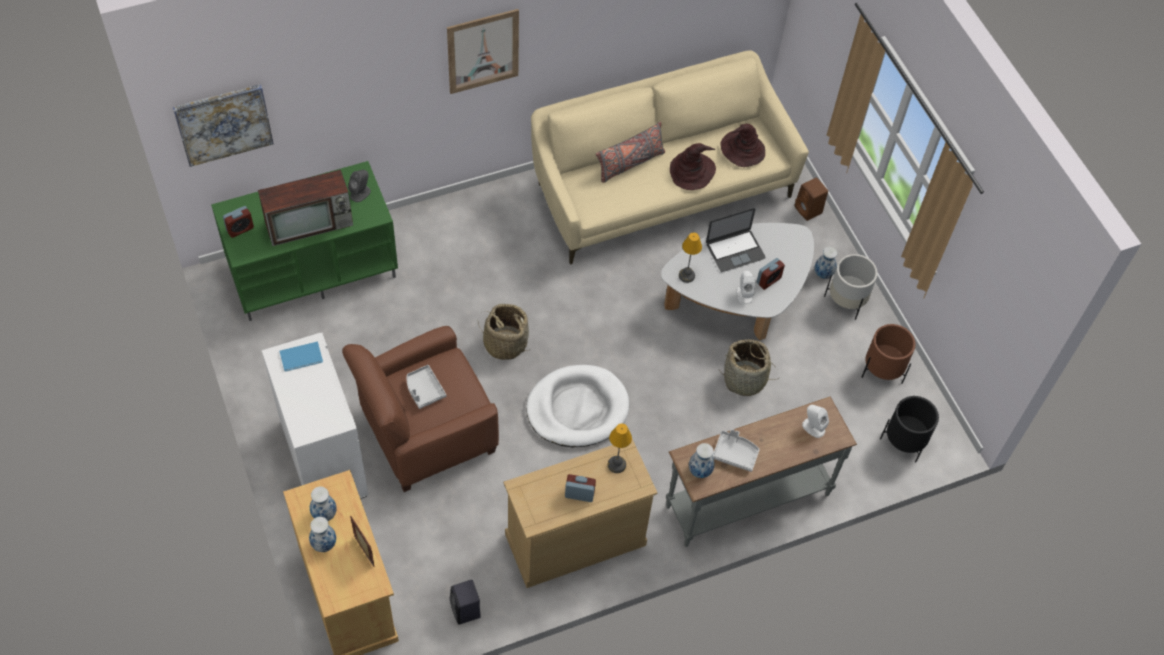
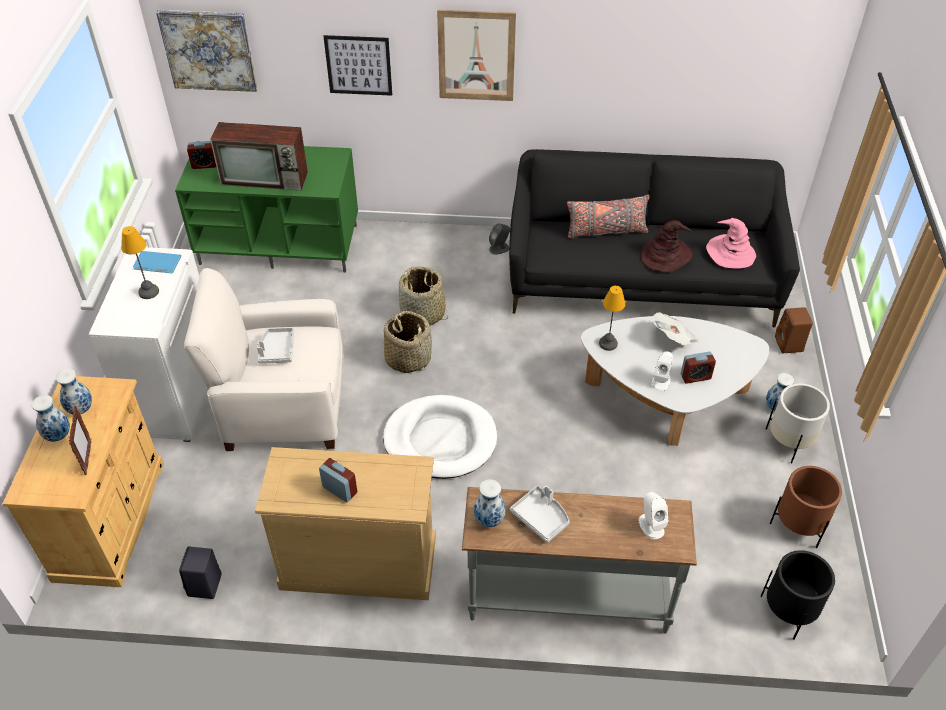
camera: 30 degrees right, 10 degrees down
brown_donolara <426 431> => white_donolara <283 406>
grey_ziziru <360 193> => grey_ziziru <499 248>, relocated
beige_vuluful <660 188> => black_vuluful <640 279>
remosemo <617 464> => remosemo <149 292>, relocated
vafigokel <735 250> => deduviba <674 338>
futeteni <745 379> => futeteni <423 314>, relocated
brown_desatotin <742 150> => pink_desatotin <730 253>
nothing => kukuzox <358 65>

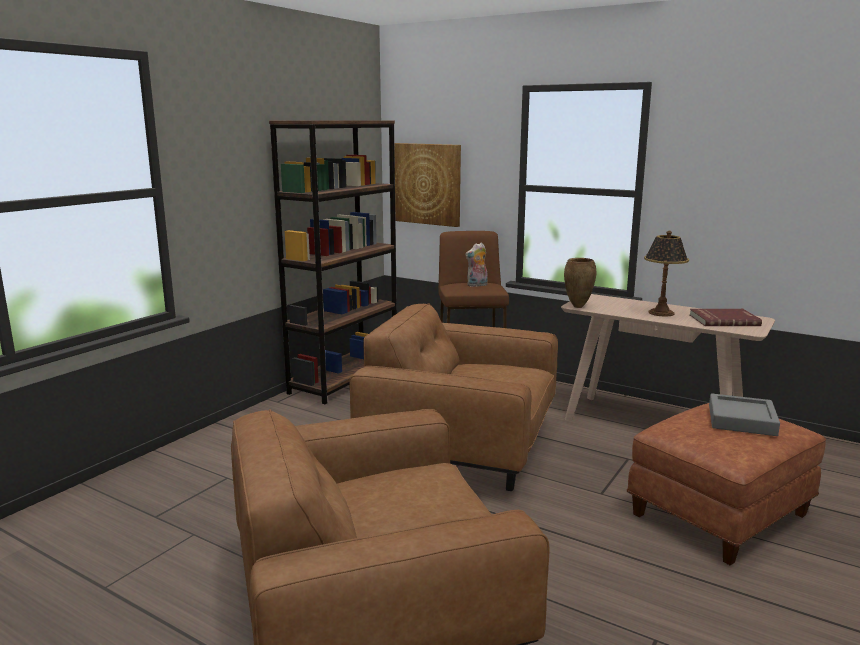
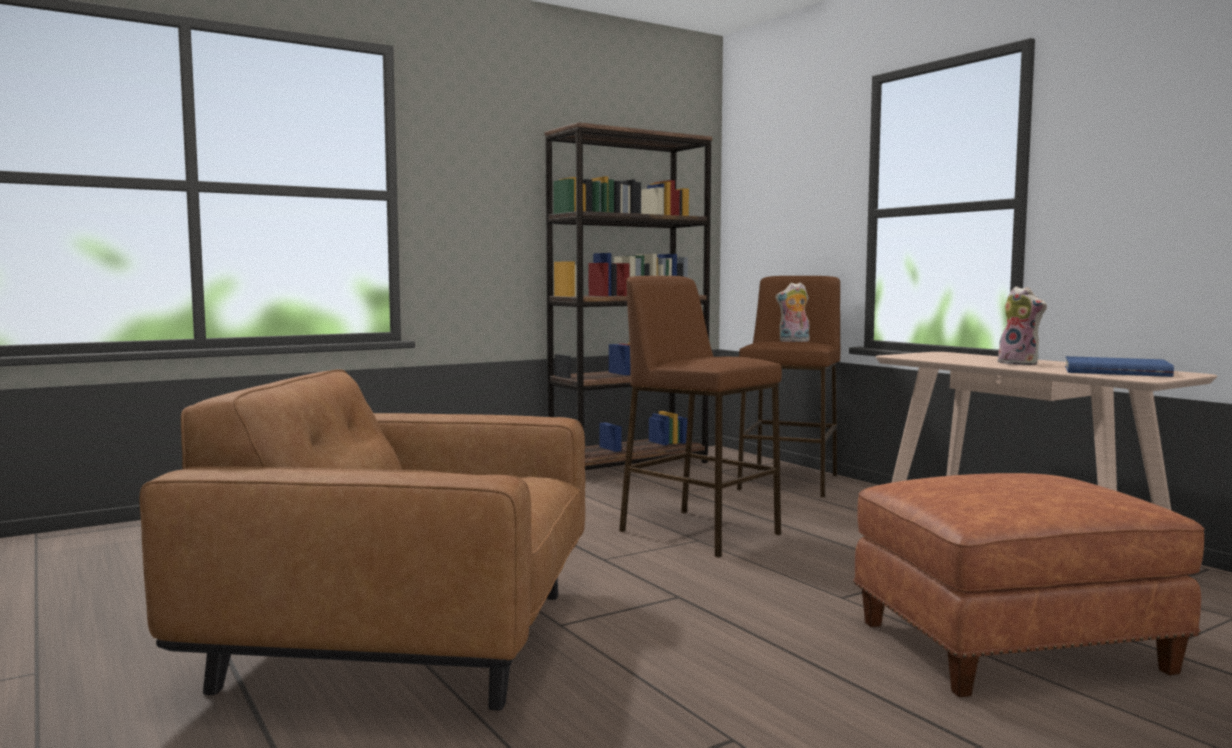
camera: 25 degrees right, 10 degrees down
brown_donolara <461 447> => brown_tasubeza <698 532>
kukuzox <426 184> => nothing
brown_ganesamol <577 307> => nothing
remosemo <661 313> => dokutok <1020 363>
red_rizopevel <723 320> => blue_rizopevel <1116 371>
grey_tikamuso <741 420> => nothing

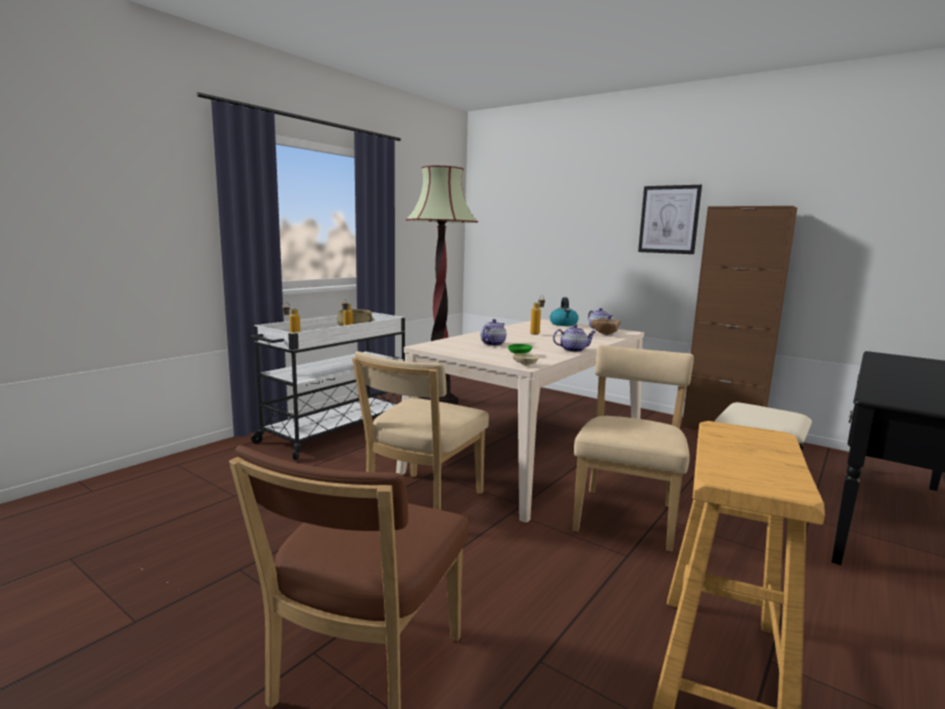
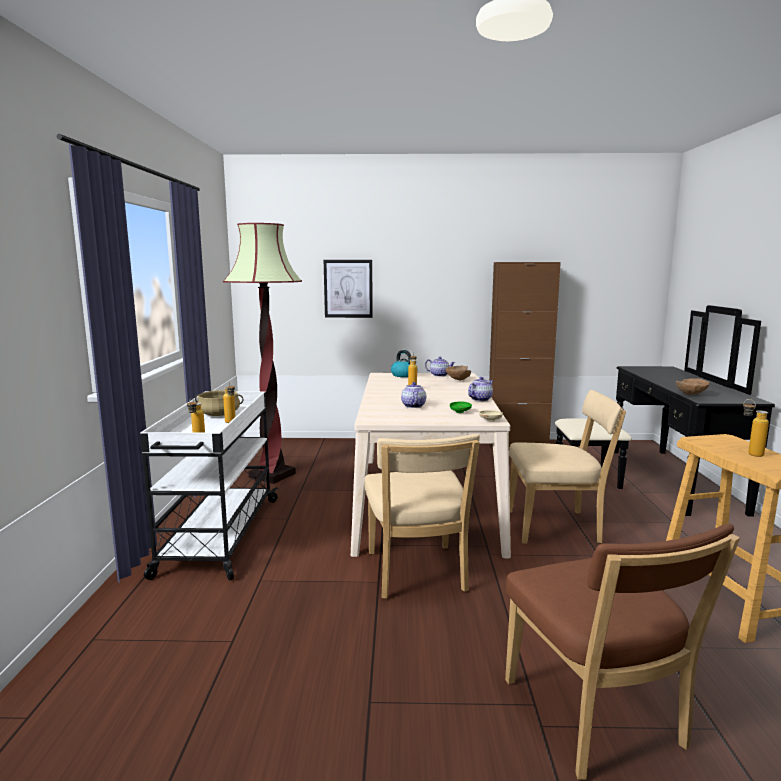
camera: 35 degrees left, 0 degrees up
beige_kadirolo <626 515> => beige_kadirolo <557 527>, 105 degrees clockwise
kukuzox <669 219> => kukuzox <348 288>, relocated
nothing => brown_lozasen <691 395>
nothing => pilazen <749 453>

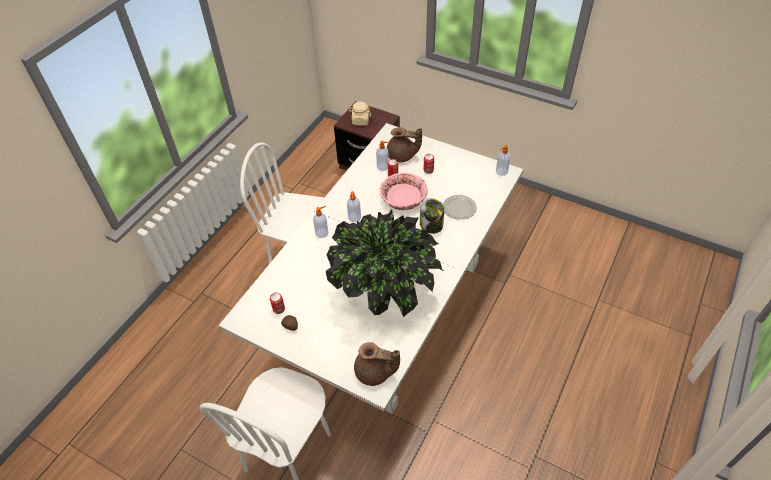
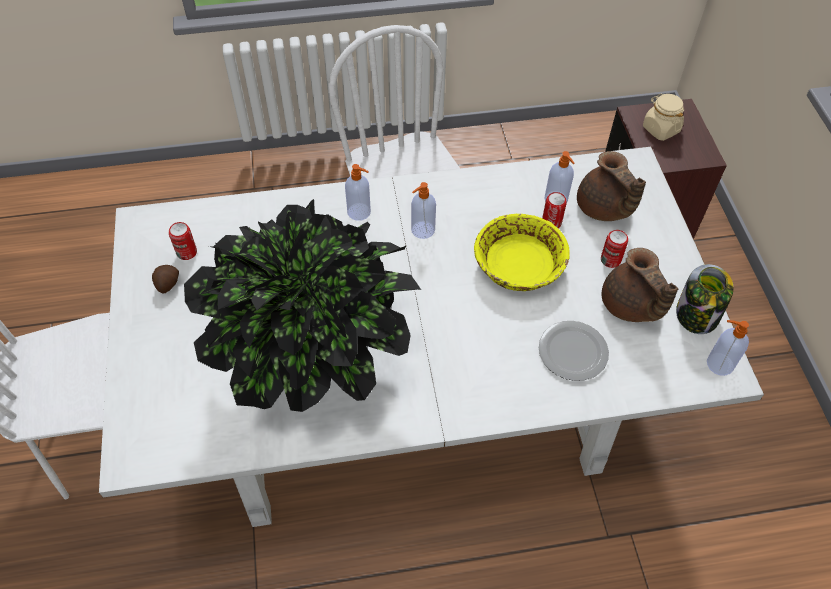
camera: 50 degrees right, 5 degrees up
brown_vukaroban <375 373> => brown_vukaroban <630 306>, relocated
pink_lozasen <403 198> => yellow_lozasen <518 265>
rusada <431 225> => rusada <697 315>, relocated

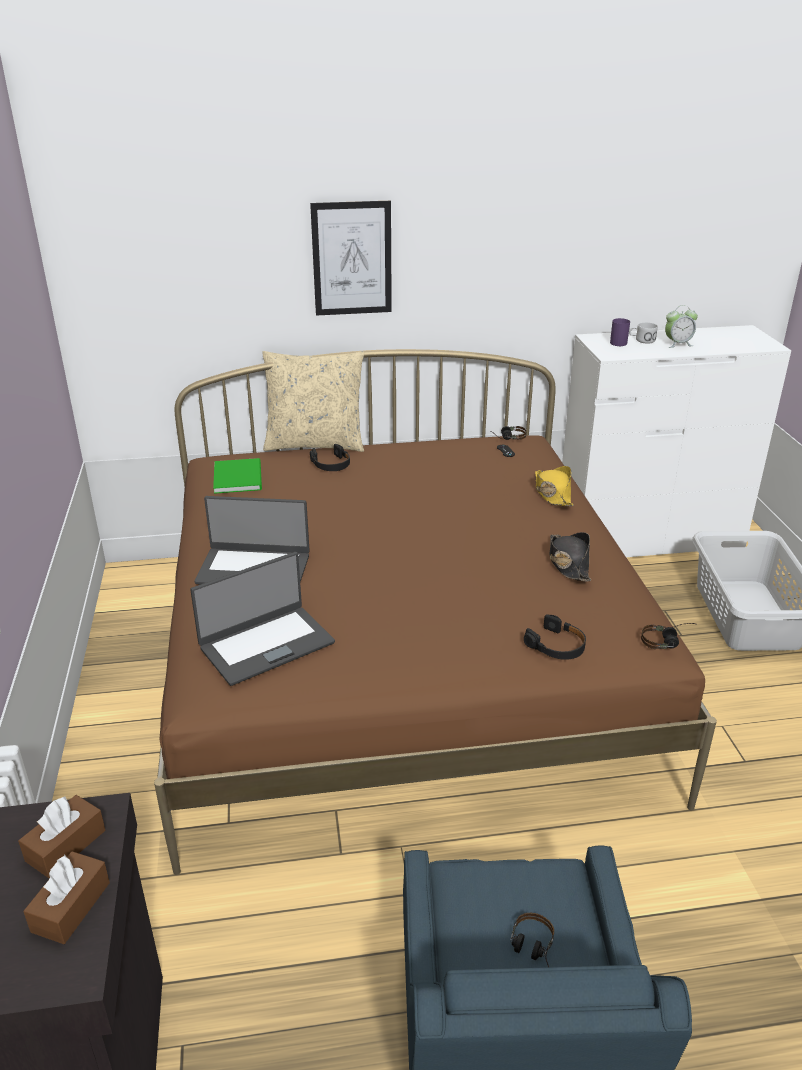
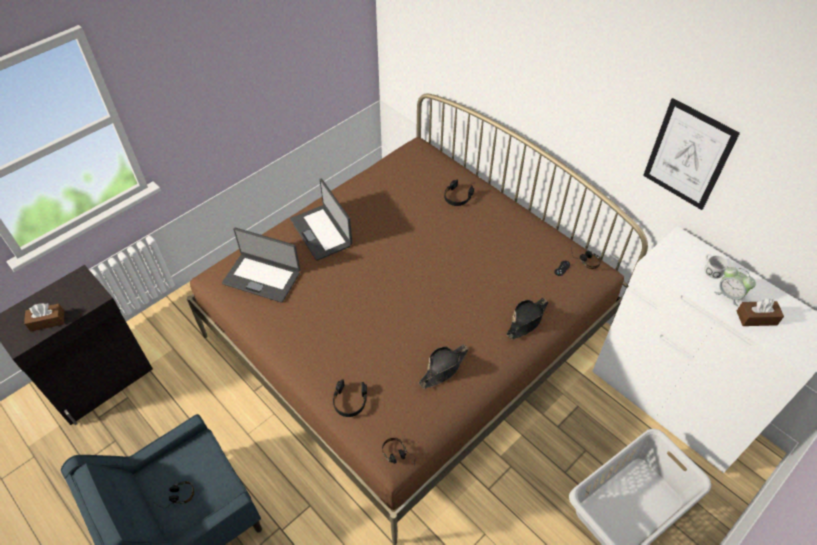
camera: 55 degrees right, 20 degrees up
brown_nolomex <66 845> => brown_nolomex <756 318>, relocated
green_rizopevel <239 477> => nothing
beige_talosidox <315 444> => nothing
kukuzox <352 259> => kukuzox <688 155>, relocated
yellow_desatotin <552 493> => black_desatotin <527 320>
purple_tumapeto <618 342> => nothing

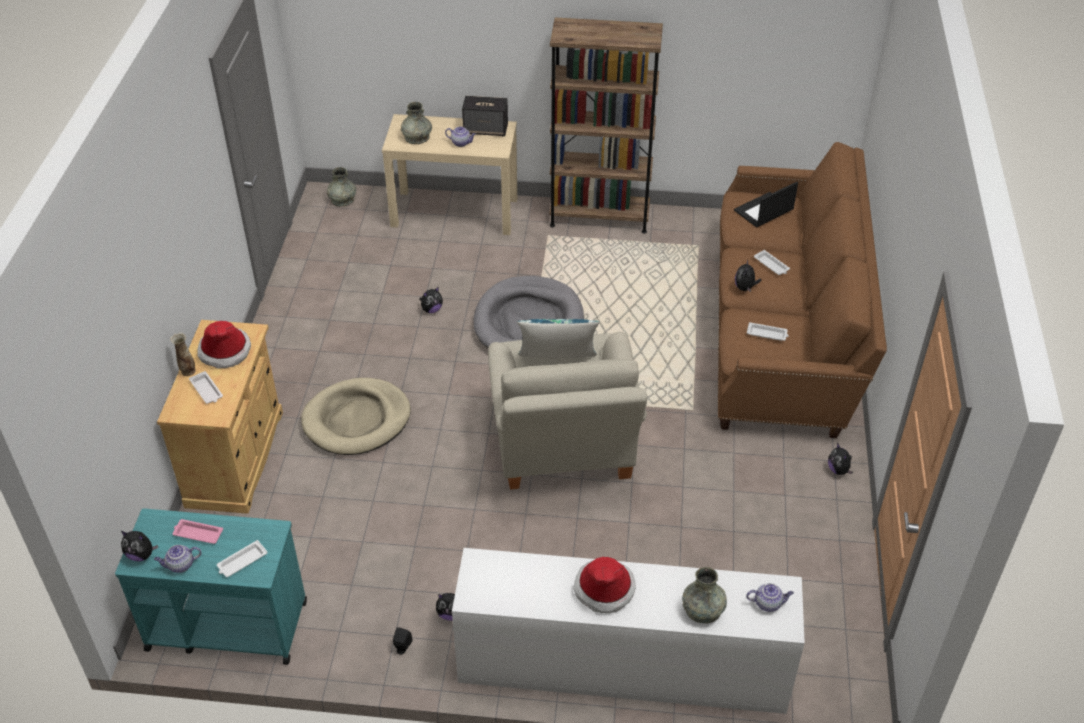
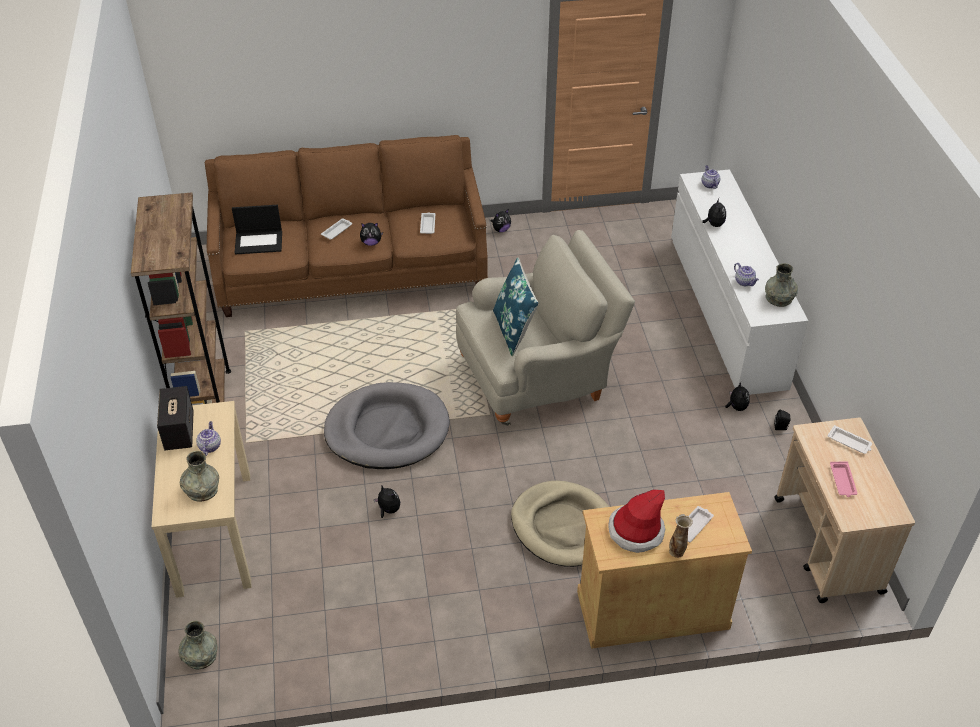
camera: 105 degrees left, 0 degrees up
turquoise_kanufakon <226 625> => beige_kanufakon <828 546>
dokutok <141 555> => dokutok <714 224>, relocated
vukaroban <180 565> => vukaroban <745 282>, relocated
desatotin <604 589> => nothing
grey_ganesamol <703 609> => grey_ganesamol <779 298>, relocated
vafigokel <763 211> => vafigokel <259 242>, 45 degrees counterclockwise

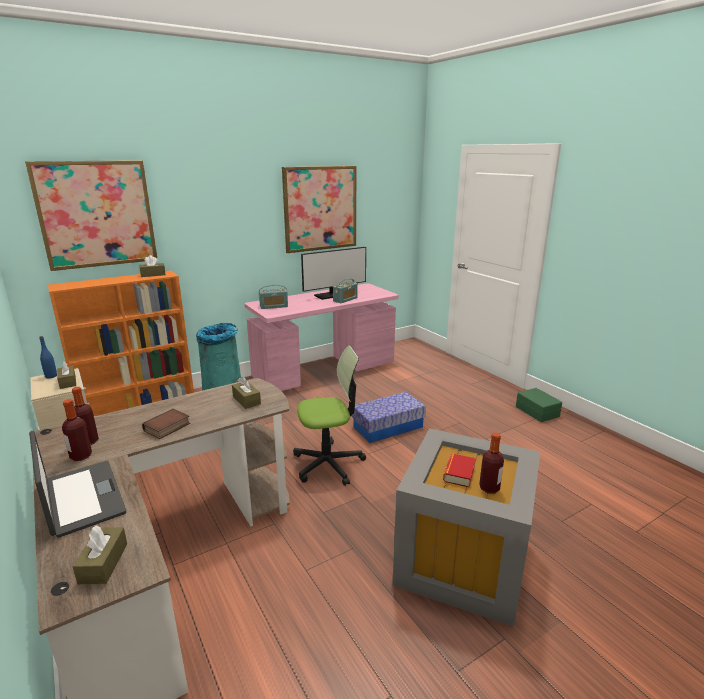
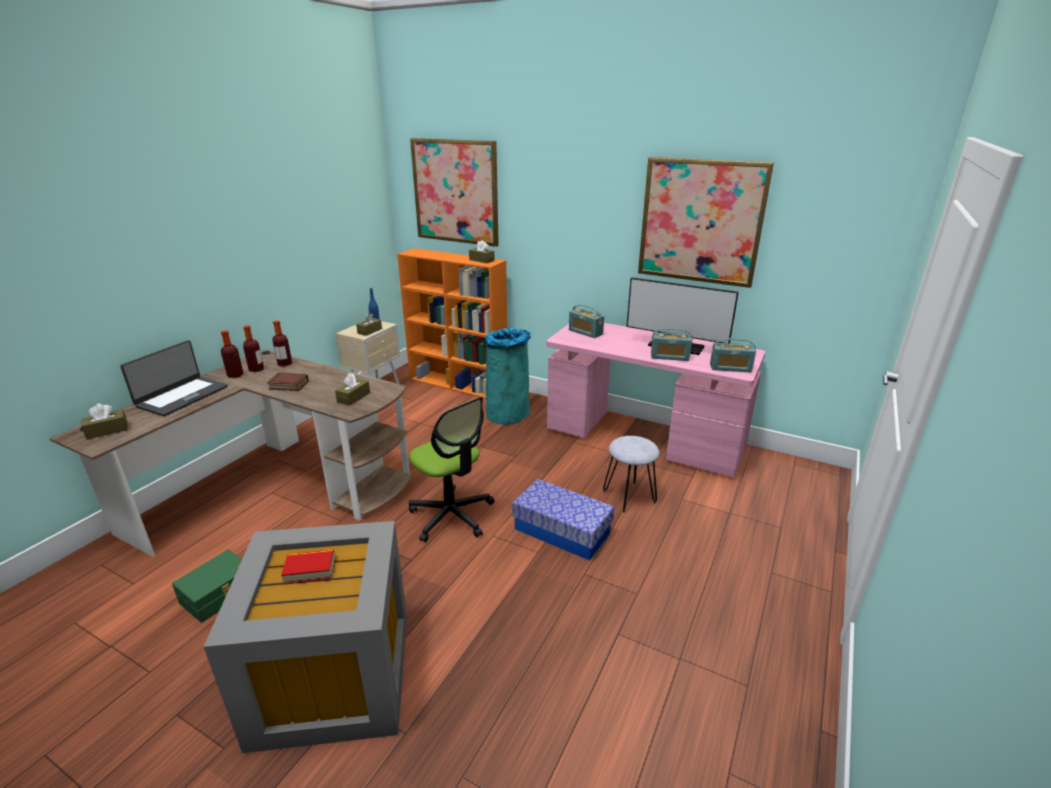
camera: 60 degrees right, 5 degrees up
pilazen <489 488> => pilazen <285 364>, relocated
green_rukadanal <538 411> => green_rukadanal <219 595>, relocated
nothing => grey_tasubeza <628 496>
nothing => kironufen <730 368>

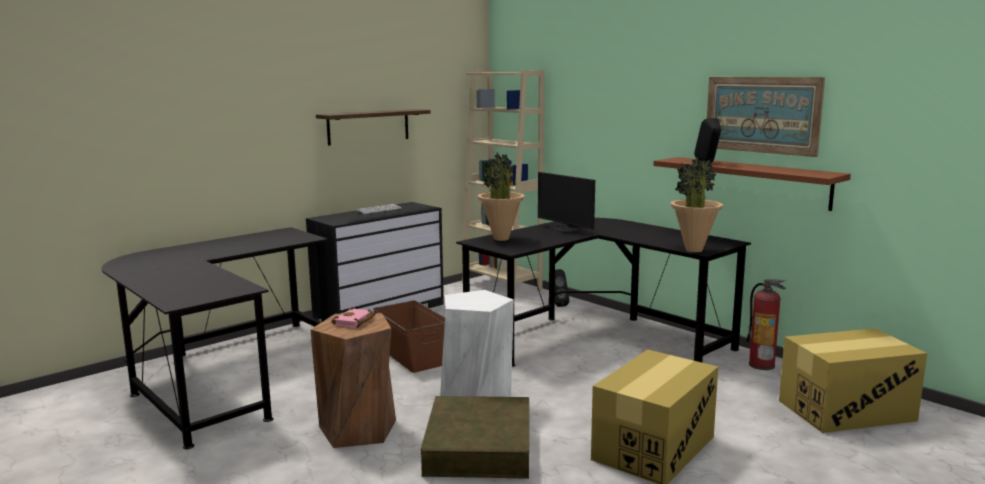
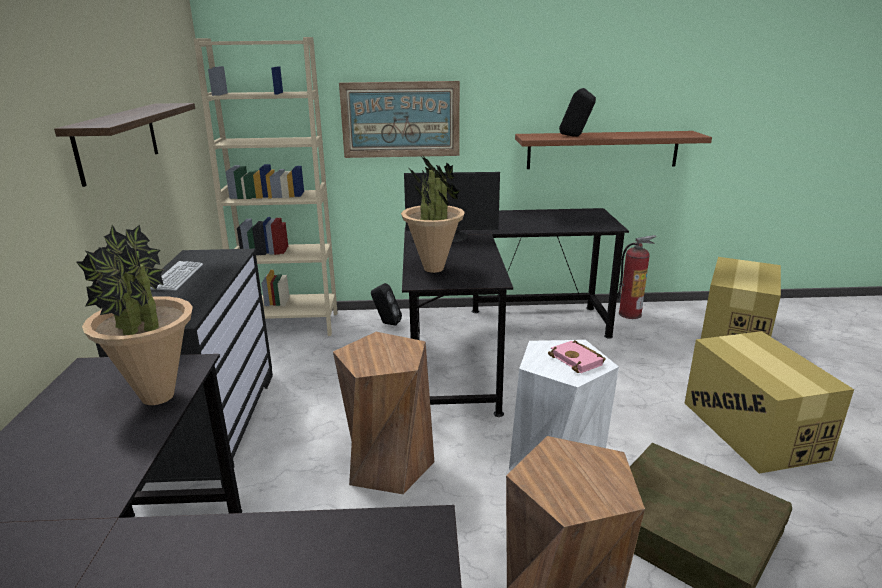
camera: 50 degrees left, 10 degrees up
pink_rizopevel <354 322> => pink_rizopevel <578 360>, relocated
brown_rukadanal <411 356> => brown_tasubeza <388 464>
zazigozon <694 250> => zazigozon <158 397>, relocated
kukuzox <761 114> => kukuzox <400 119>, relocated

